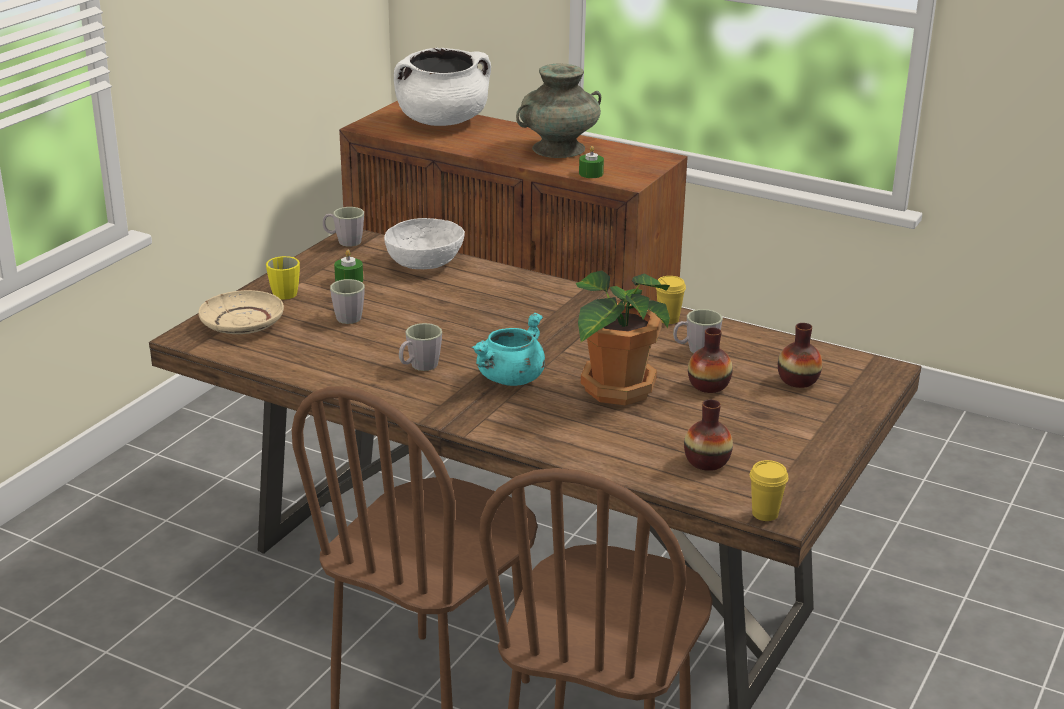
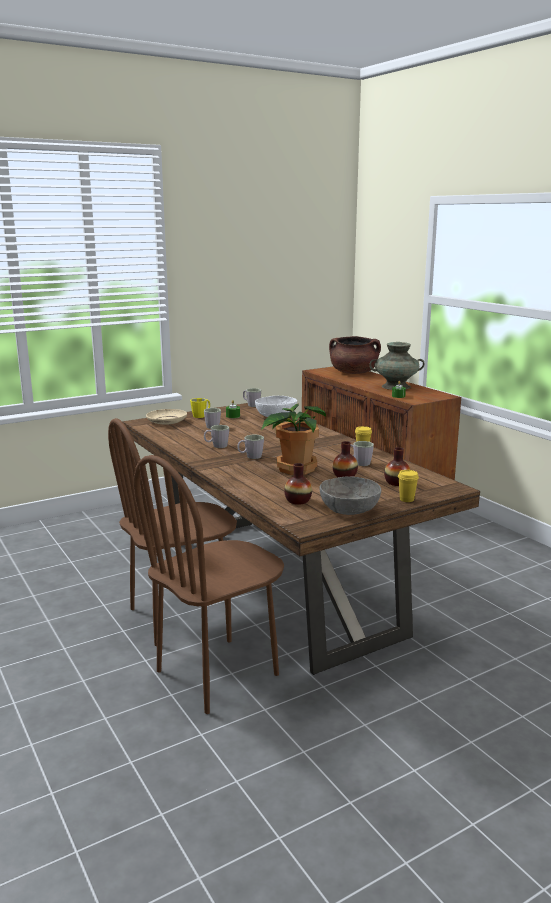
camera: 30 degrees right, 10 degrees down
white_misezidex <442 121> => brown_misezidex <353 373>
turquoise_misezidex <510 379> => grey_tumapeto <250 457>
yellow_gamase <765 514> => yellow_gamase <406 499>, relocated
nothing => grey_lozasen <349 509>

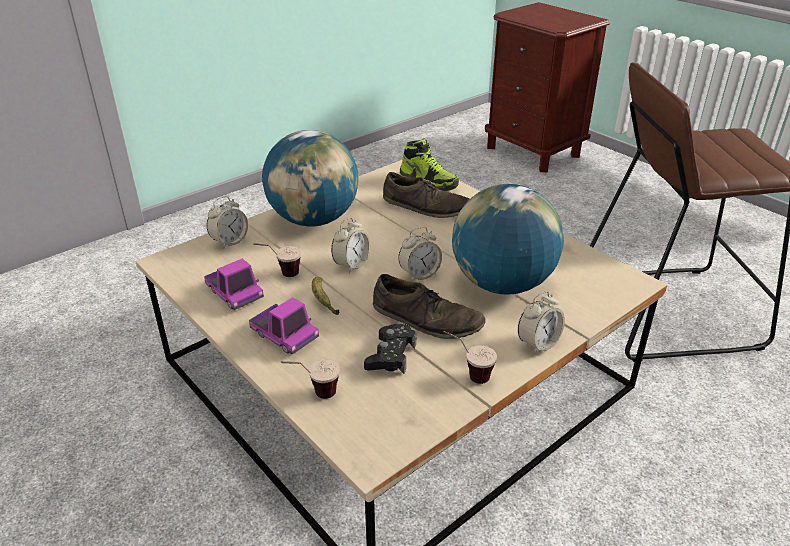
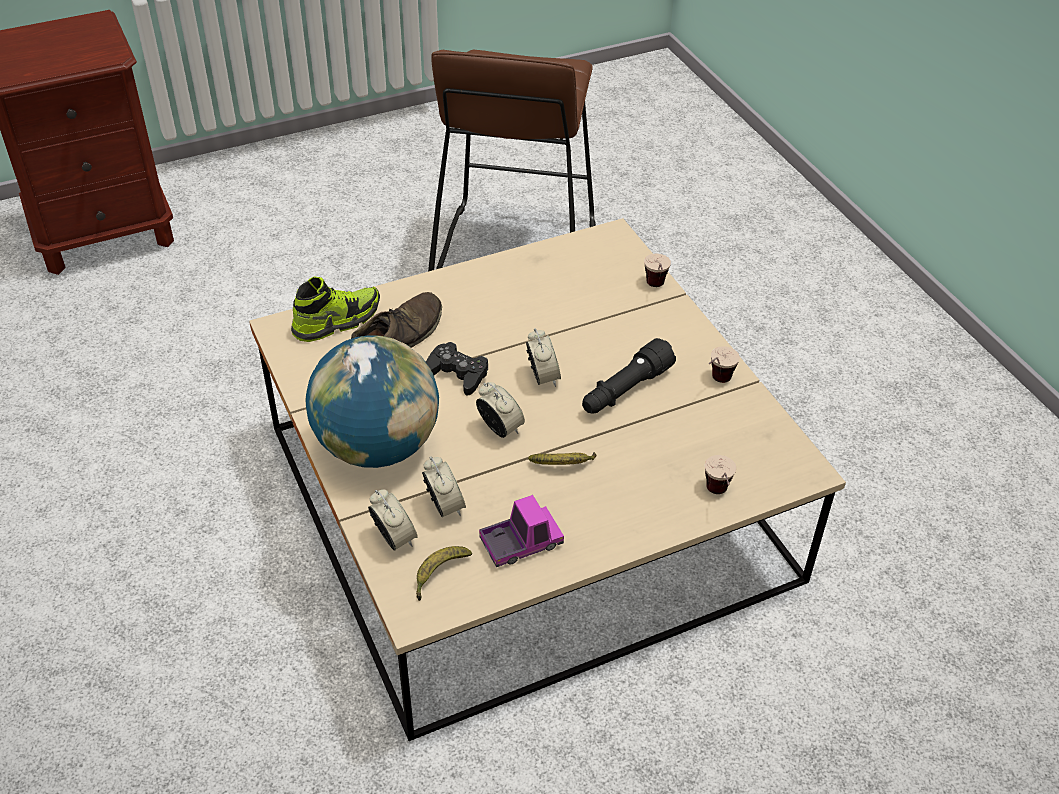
camera: 75 degrees left, 10 degrees up
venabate <284 336> => nothing
gamase <280 274> => gamase <656 289>, relocated
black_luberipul <391 355> => black_luberipul <457 374>, relocated
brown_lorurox <427 319> => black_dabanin <625 390>
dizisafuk <502 284> => nothing
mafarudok <538 343> => mafarudok <444 506>, relocated
nothing => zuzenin <439 574>

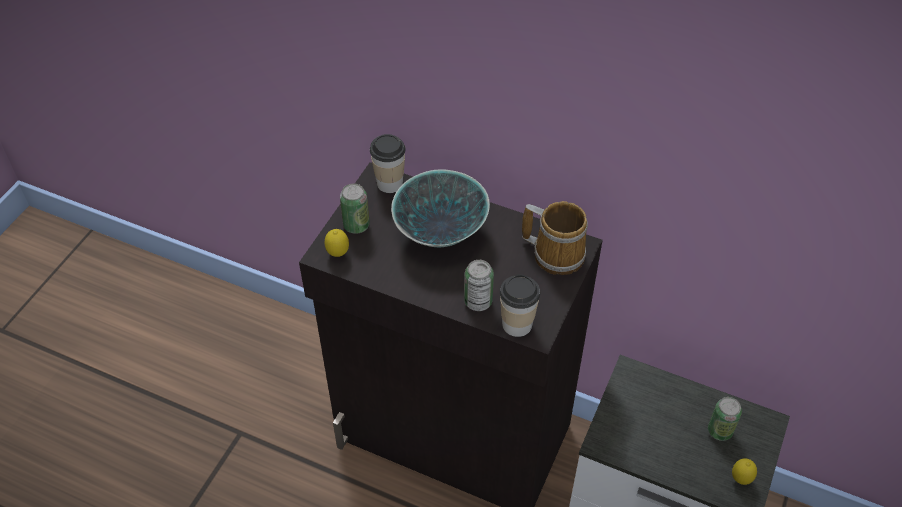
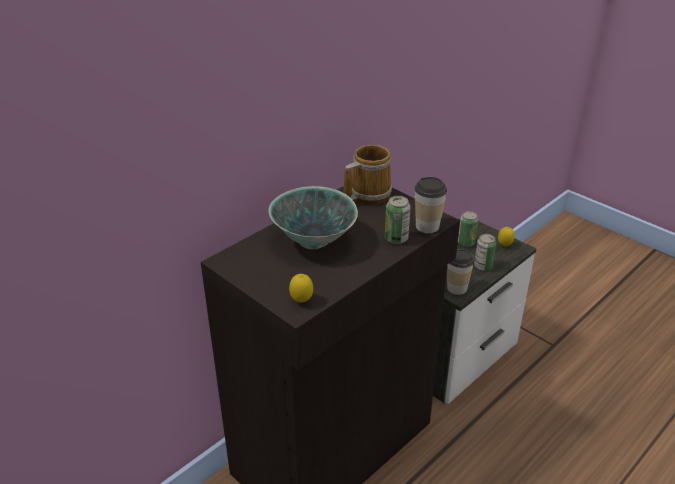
camera: 70 degrees left, 15 degrees down
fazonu <356 225> => fazonu <483 266>, relocated
gamase <389 183> => gamase <457 288>, relocated

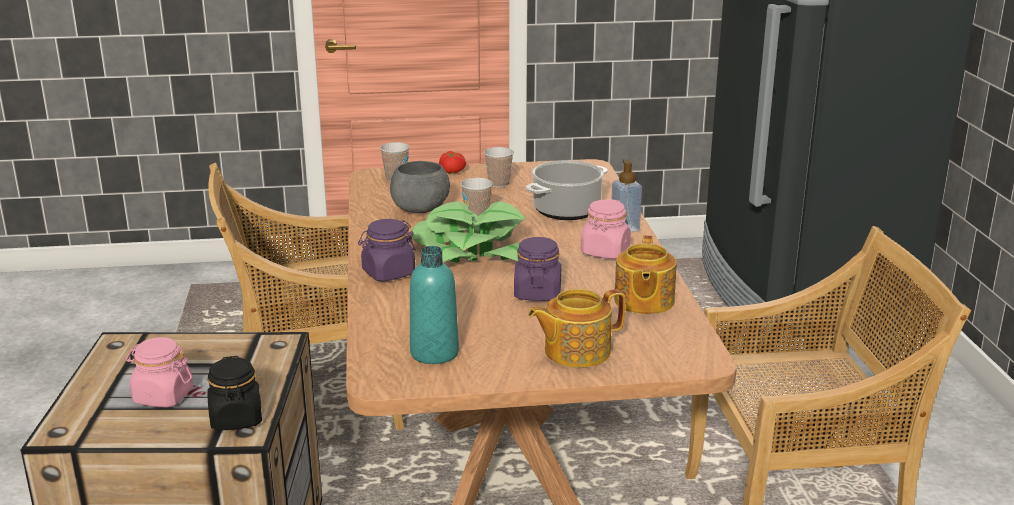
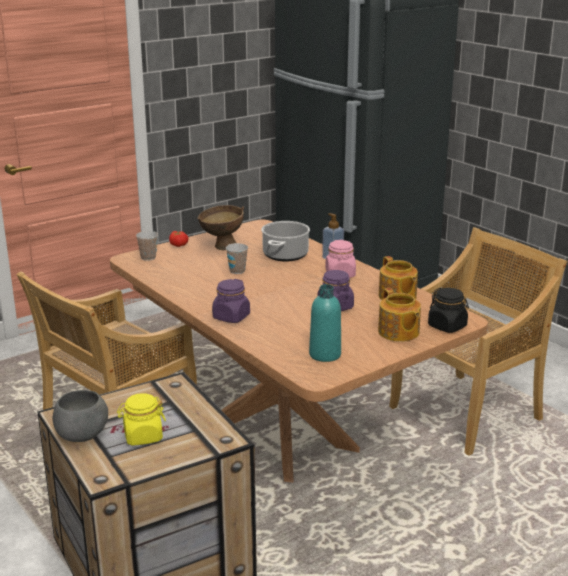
camera: 30 degrees left, 0 degrees up
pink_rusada <163 396> => yellow_rusada <143 436>
black_rusada <236 419> => black_rusada <447 326>, relocated
grey_lozasen <421 210> => grey_lozasen <83 436>, relocated
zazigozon <473 252> => nothing
gamase <498 184> => brown_lozasen <221 247>
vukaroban <575 351> => vukaroban <398 332>, 60 degrees counterclockwise

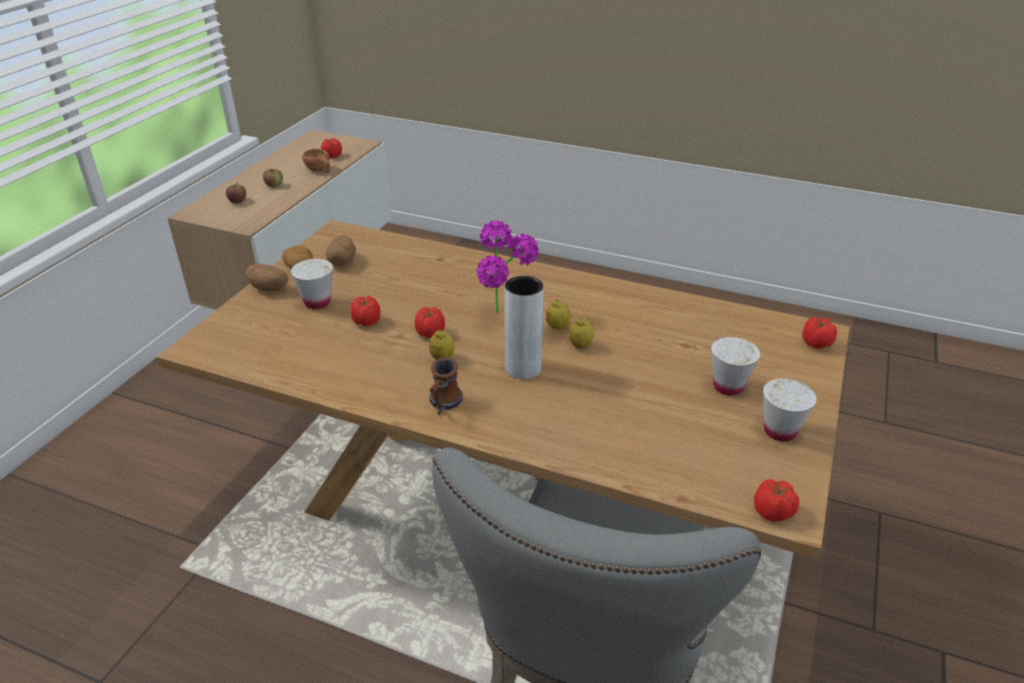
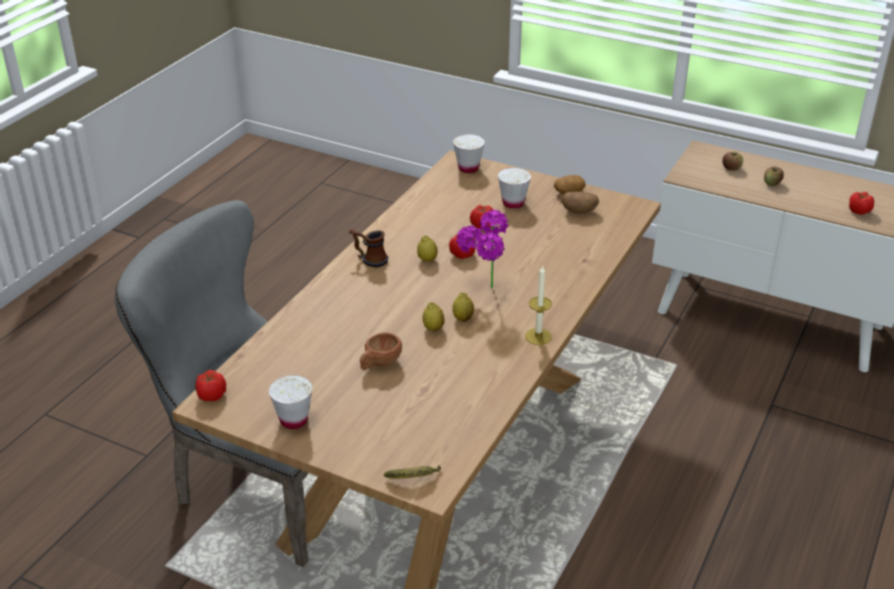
camera: 95 degrees right, 0 degrees up
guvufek <270 289> => nothing
brown_gamase <320 171> => brown_gamase <379 364>, relocated
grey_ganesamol <523 368> => nothing
white_gamase <728 386> => white_gamase <468 168>, relocated
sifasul <815 343> => zuzenin <414 478>
nothing => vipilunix <538 336>

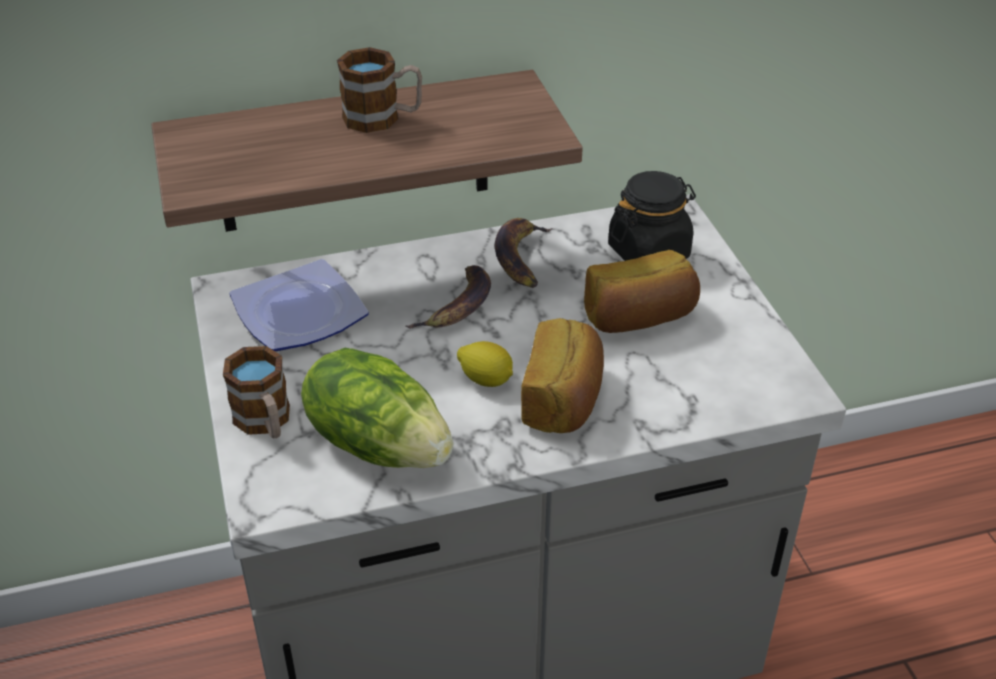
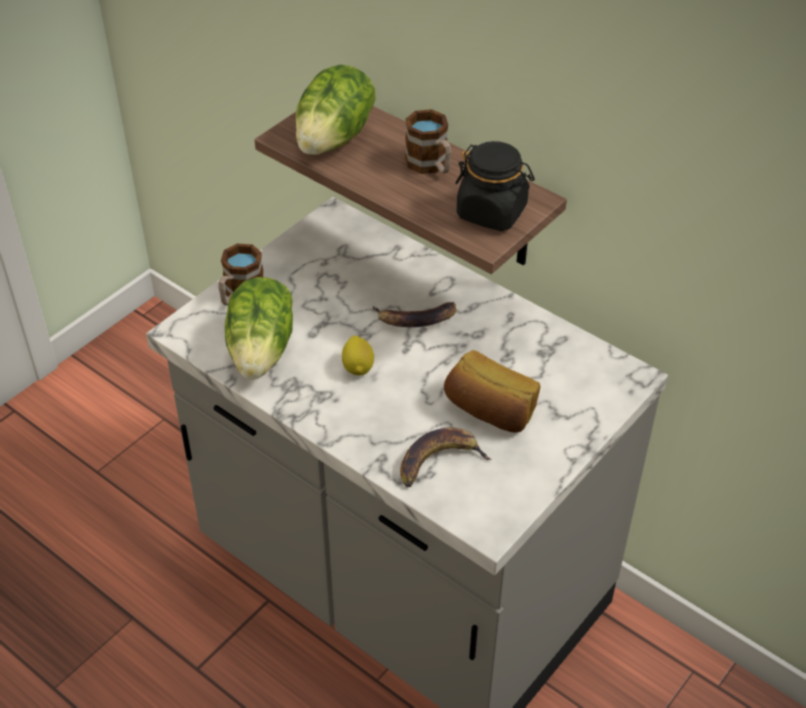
camera: 55 degrees right, 5 degrees up
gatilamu <297 313> => nothing
zuzenin <521 257> => zuzenin <439 461>, relocated
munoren <564 399> => nothing
black_rusada <649 252> => black_rusada <492 212>, relocated
nothing => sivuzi <335 138>

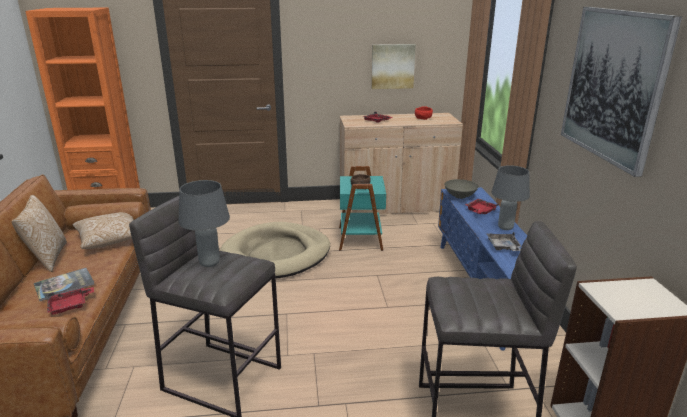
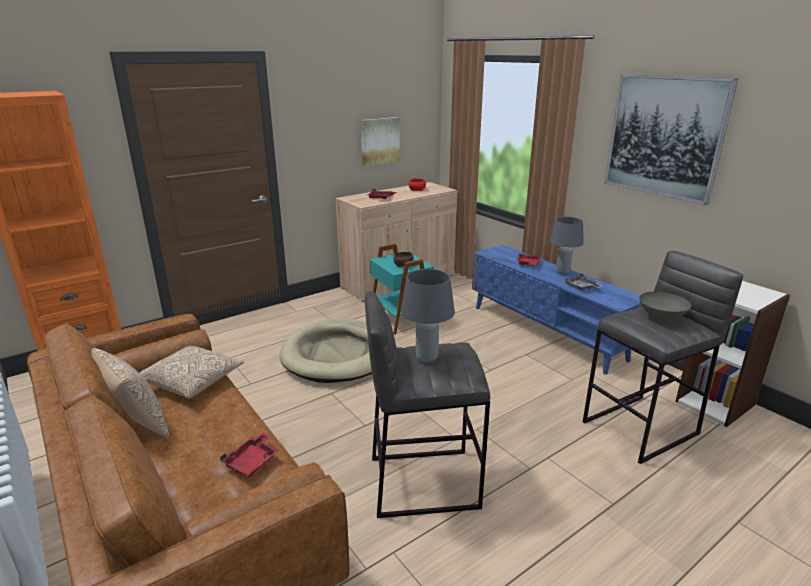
camera: 30 degrees left, 0 degrees up
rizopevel <64 285> => nothing
grey_lozasen <460 196> => grey_lozasen <661 317>, relocated

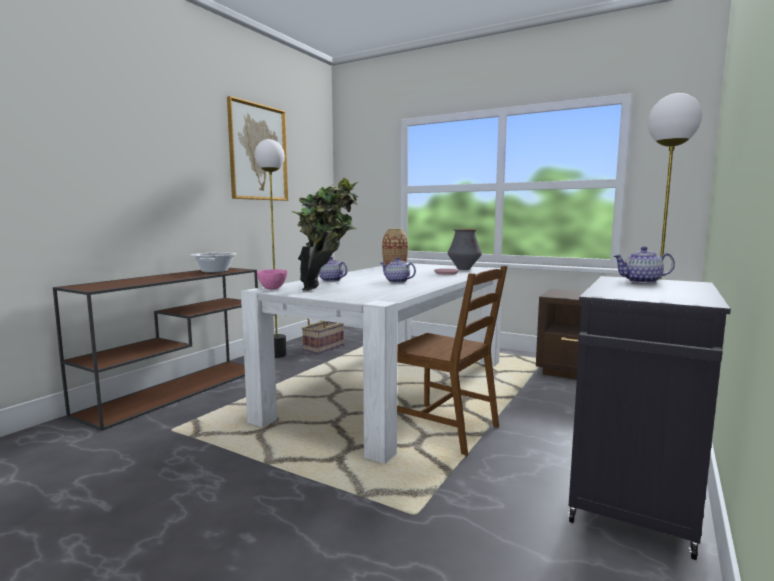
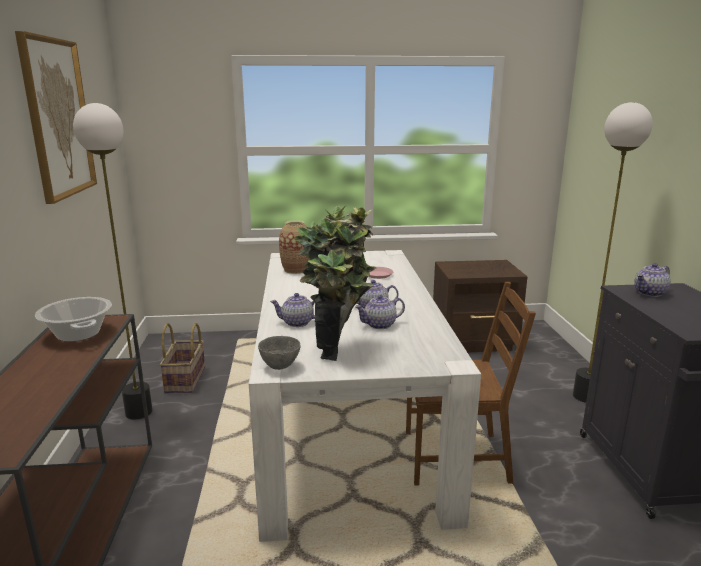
camera: 35 degrees left, 10 degrees up
pink_lozasen <273 288> => grey_lozasen <280 366>
ganesamol <464 269> => nothing
nothing => vukaroban <379 325>

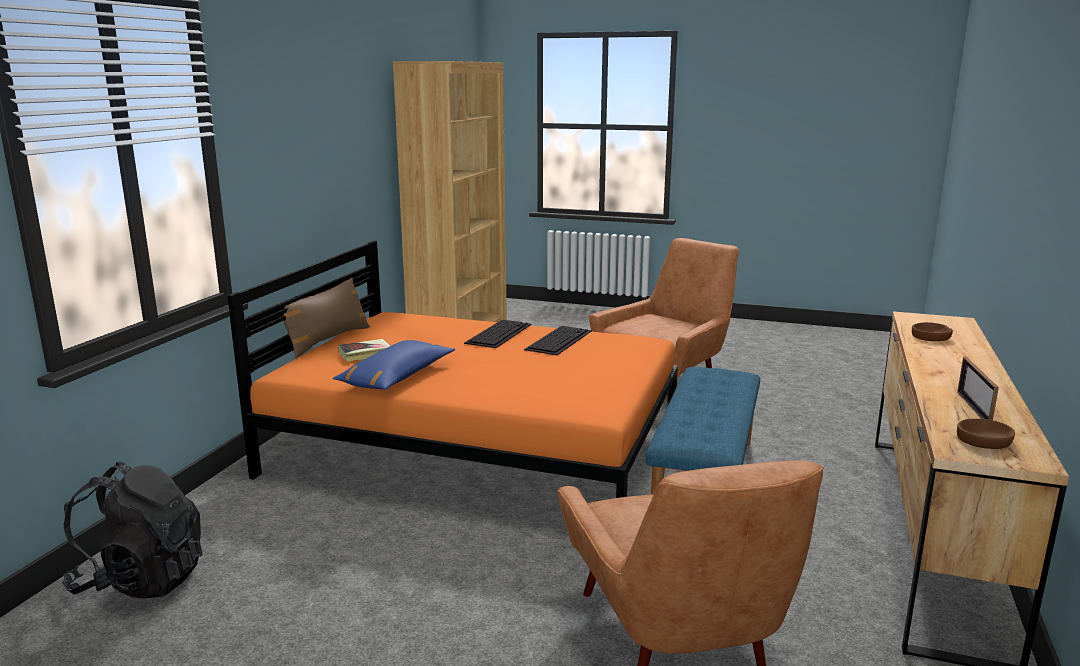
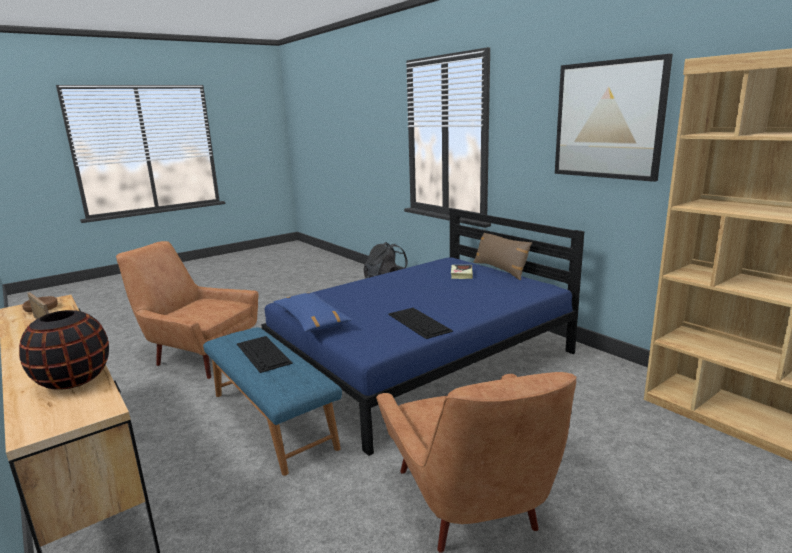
camera: 125 degrees right, 0 degrees up
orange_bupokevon <477 448> => blue_bupokevon <422 360>
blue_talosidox <396 377> => blue_talosidox <311 320>, relocated
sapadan <499 333> => sapadan <264 353>, relocated
brown_lozasen <930 337> => black_ganesamol <73 380>
nothing => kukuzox <608 120>

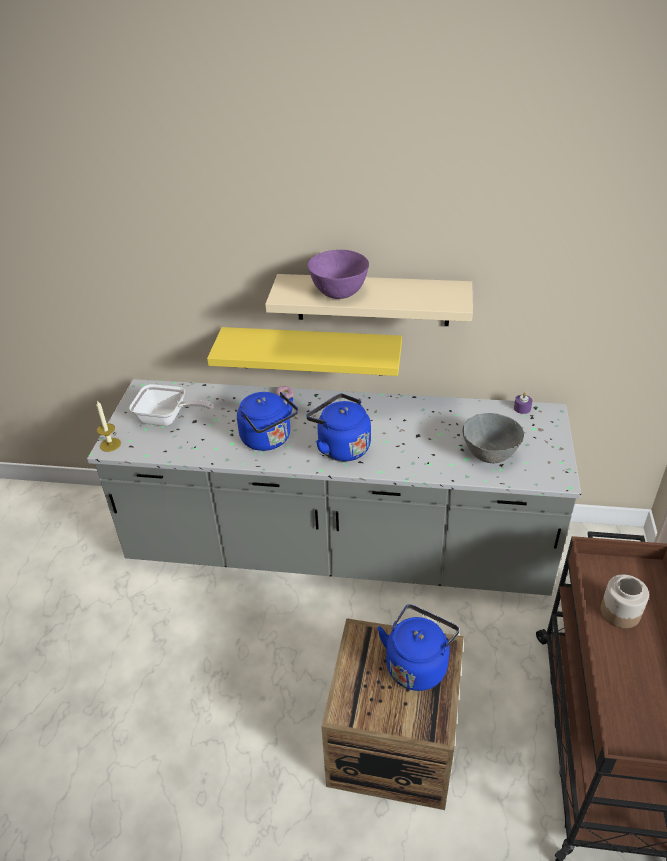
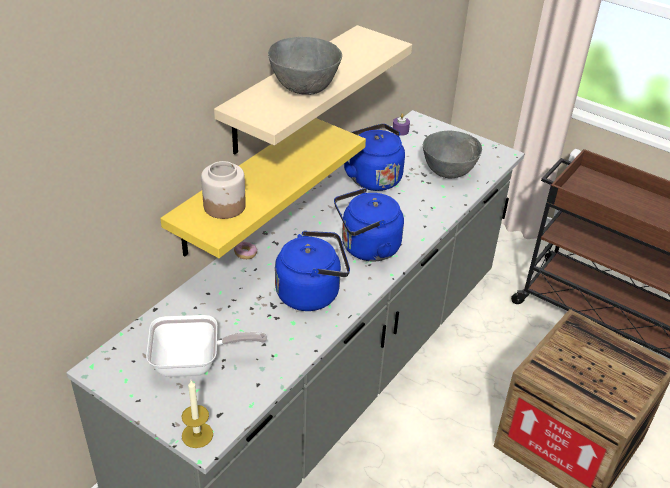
camera: 65 degrees left, 0 degrees up
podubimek <167 419> => podubimek <194 363>, 45 degrees clockwise
purple_lozasen <339 294> => grey_lozasen <305 89>
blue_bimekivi <417 664> => blue_bimekivi <372 177>, relocated
rusada <620 612> => rusada <225 206>, relocated

